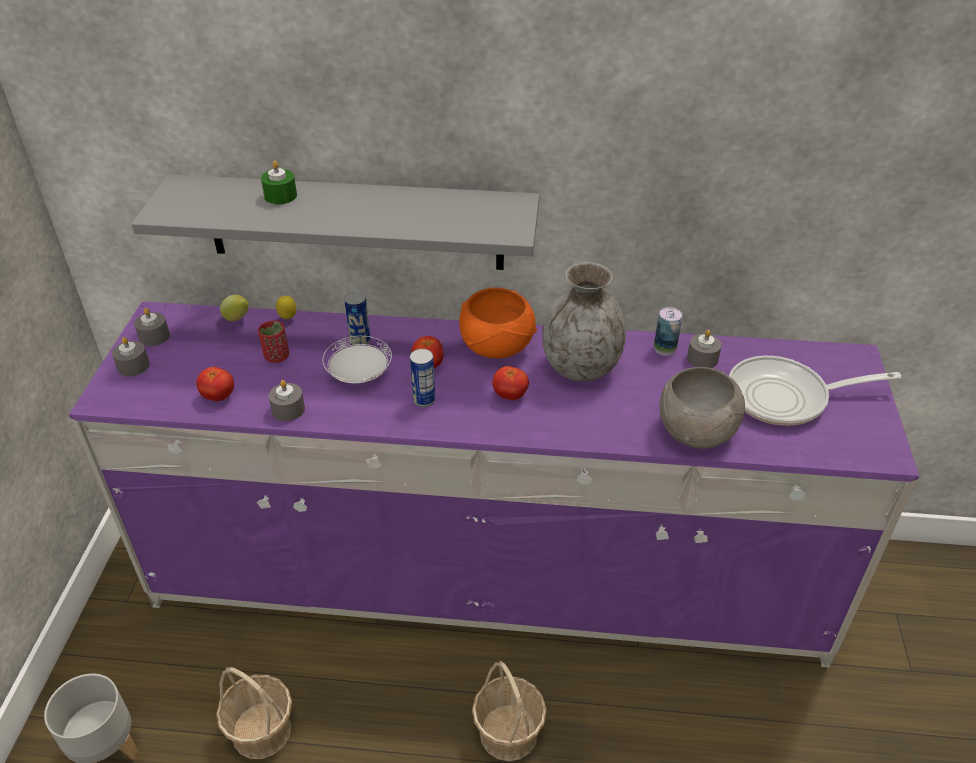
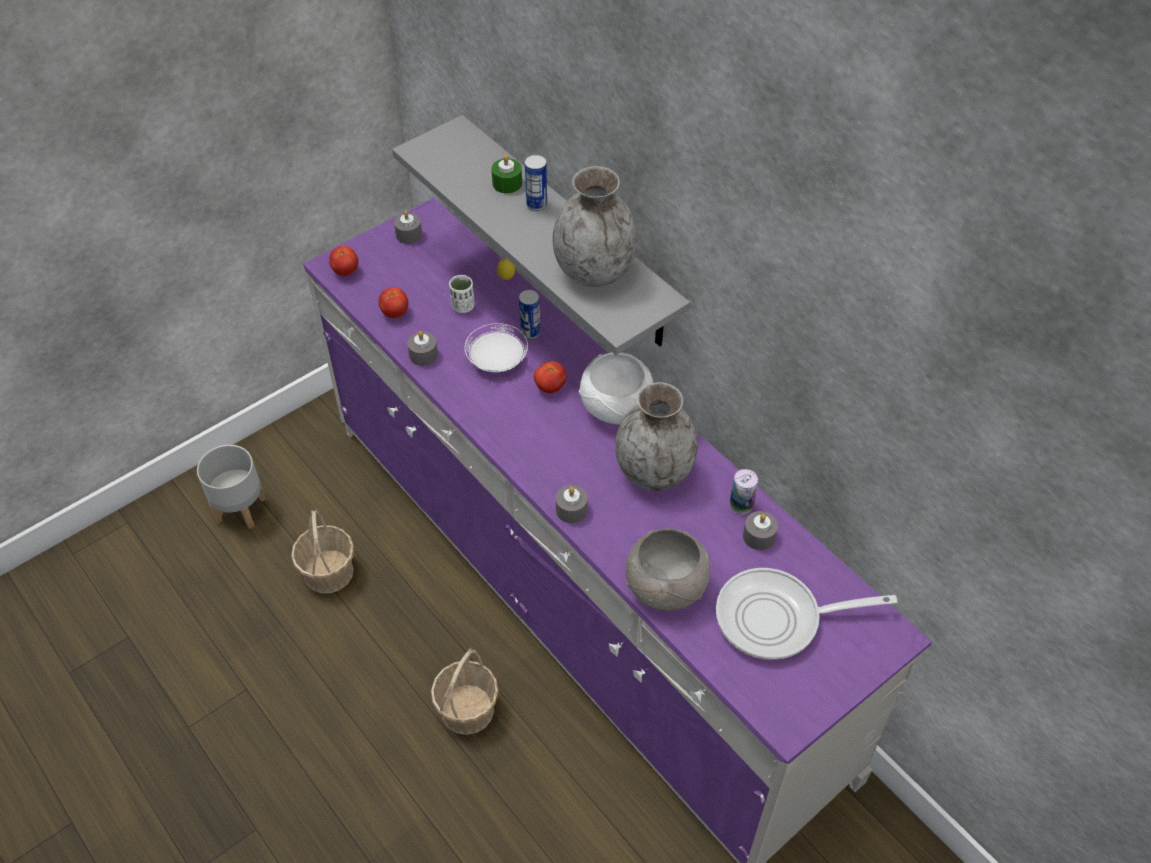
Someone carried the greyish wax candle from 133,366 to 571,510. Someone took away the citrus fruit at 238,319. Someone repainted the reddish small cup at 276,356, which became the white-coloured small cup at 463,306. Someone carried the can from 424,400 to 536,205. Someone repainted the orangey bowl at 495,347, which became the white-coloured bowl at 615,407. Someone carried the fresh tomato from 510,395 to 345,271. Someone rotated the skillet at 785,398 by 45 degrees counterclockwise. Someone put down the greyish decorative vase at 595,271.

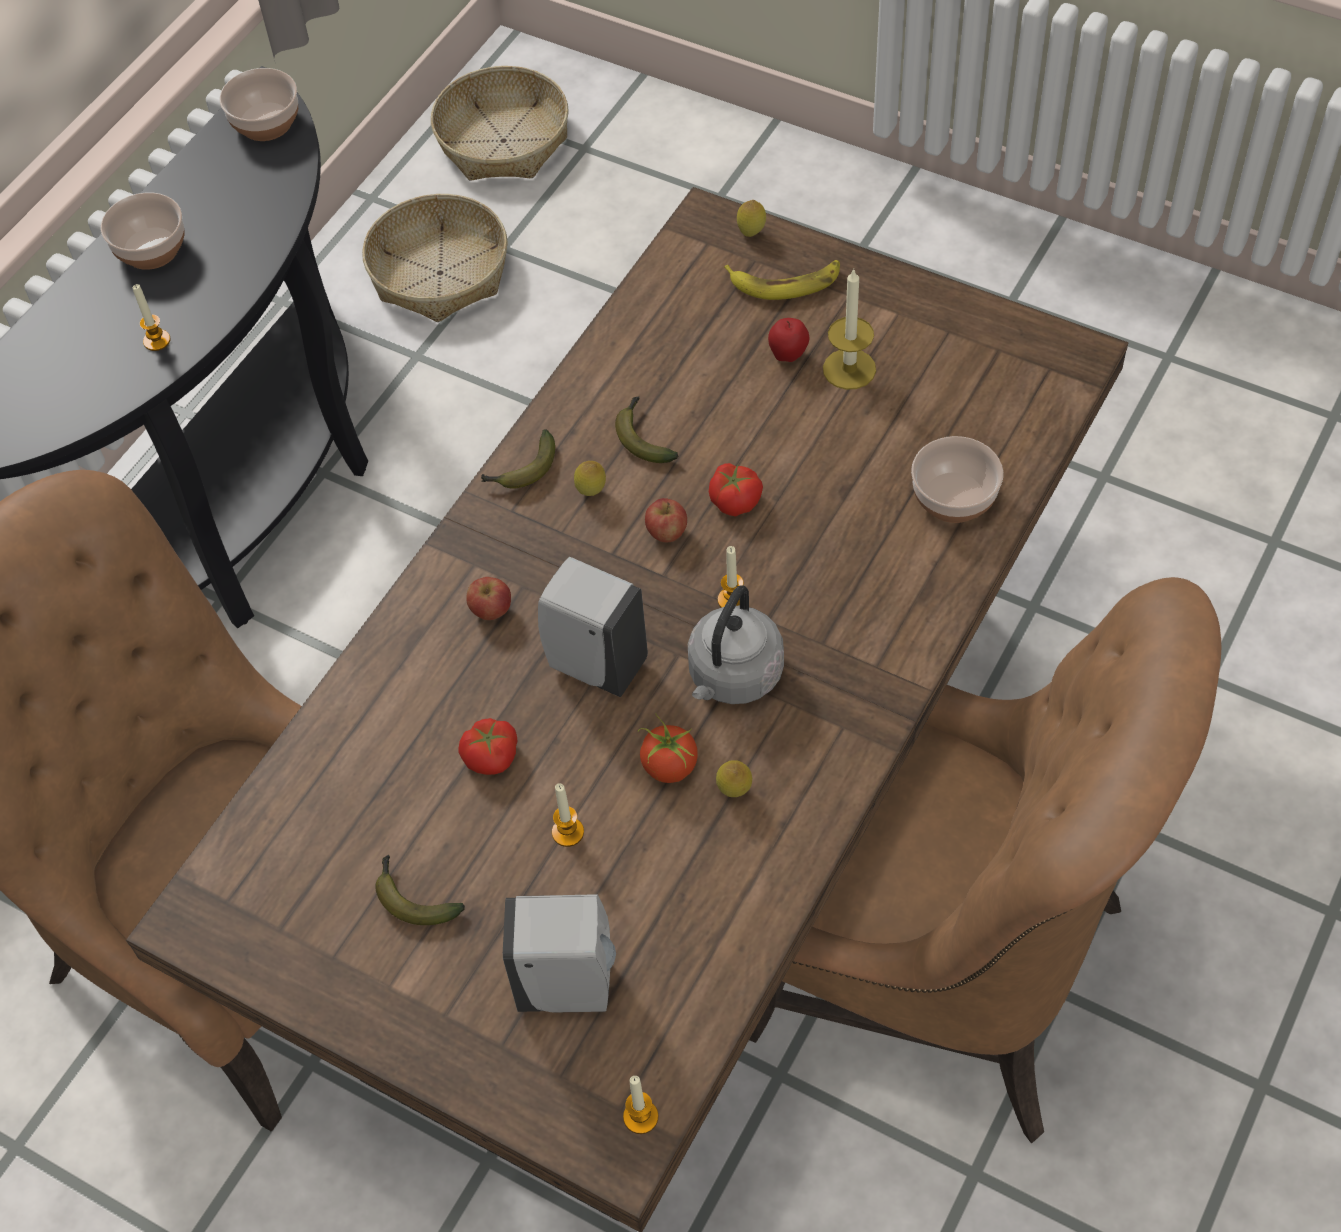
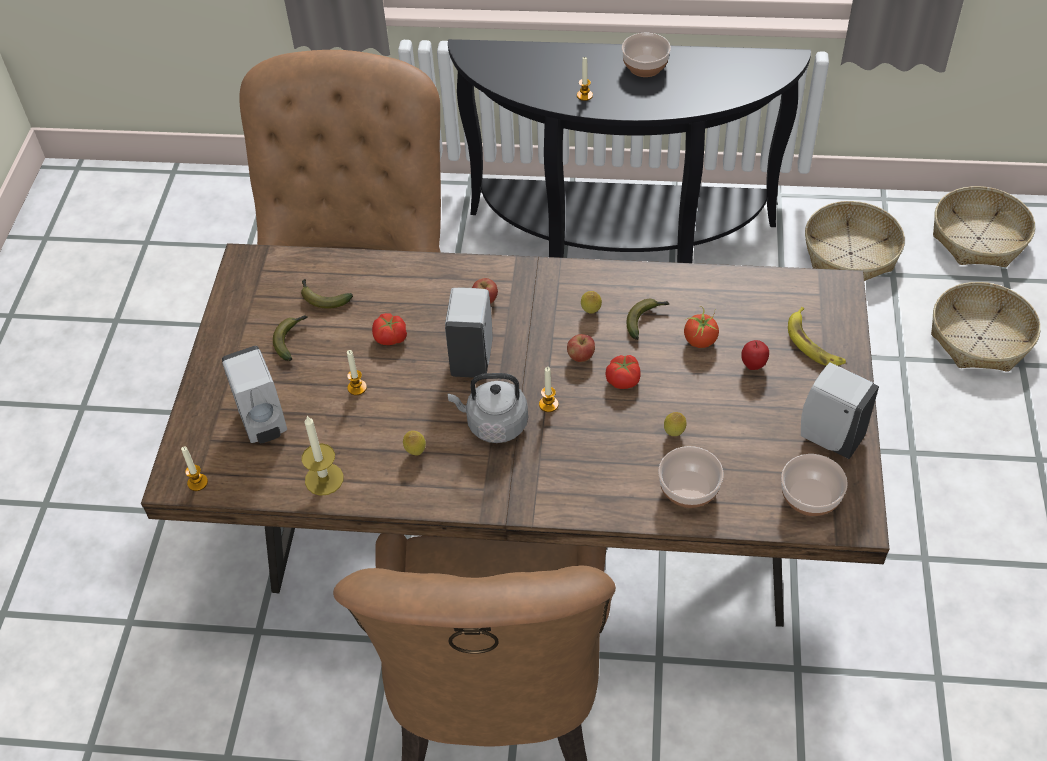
Someone carried the bowl from 265,123 to 809,498. Someone carried the banana from 522,471 to 322,298. Someone carried the fresh tomato from 669,766 to 700,340. Someone carried the citrus fruit from 751,233 to 674,434. Someone carried the wax candle from 849,369 to 324,479. Someone put down the white-coloured soap bottle at 828,437. Someone put down the storage basket at 980,338.

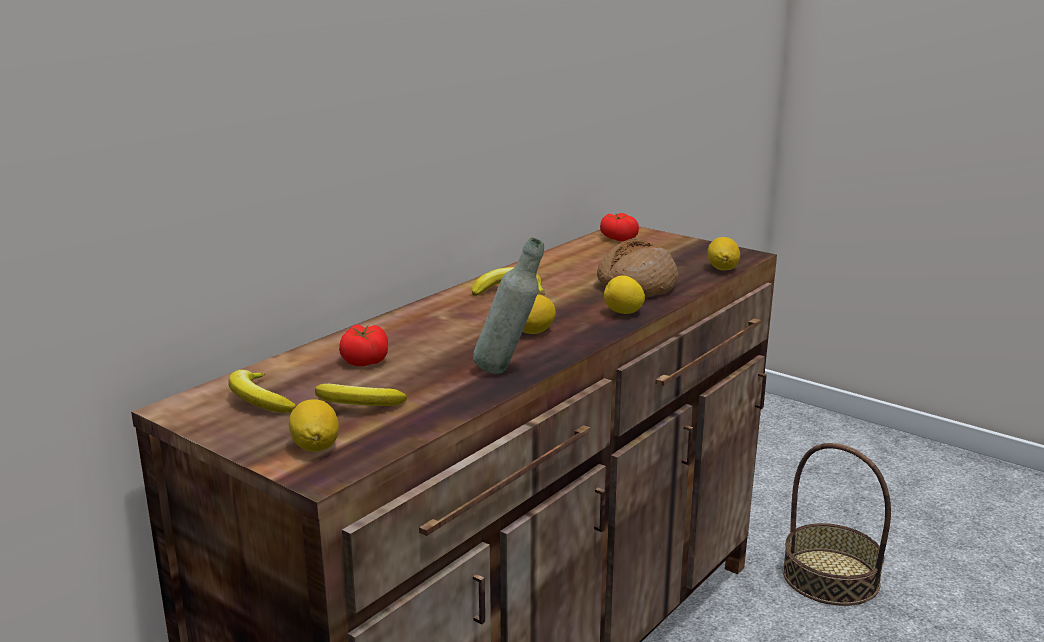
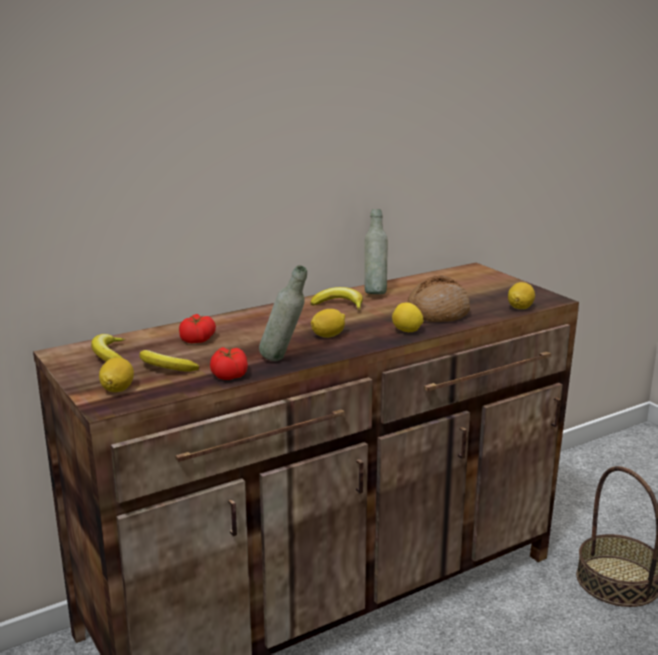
Someone carried the fresh tomato from 618,238 to 229,374. Someone put down the greyish bottle at 375,292.

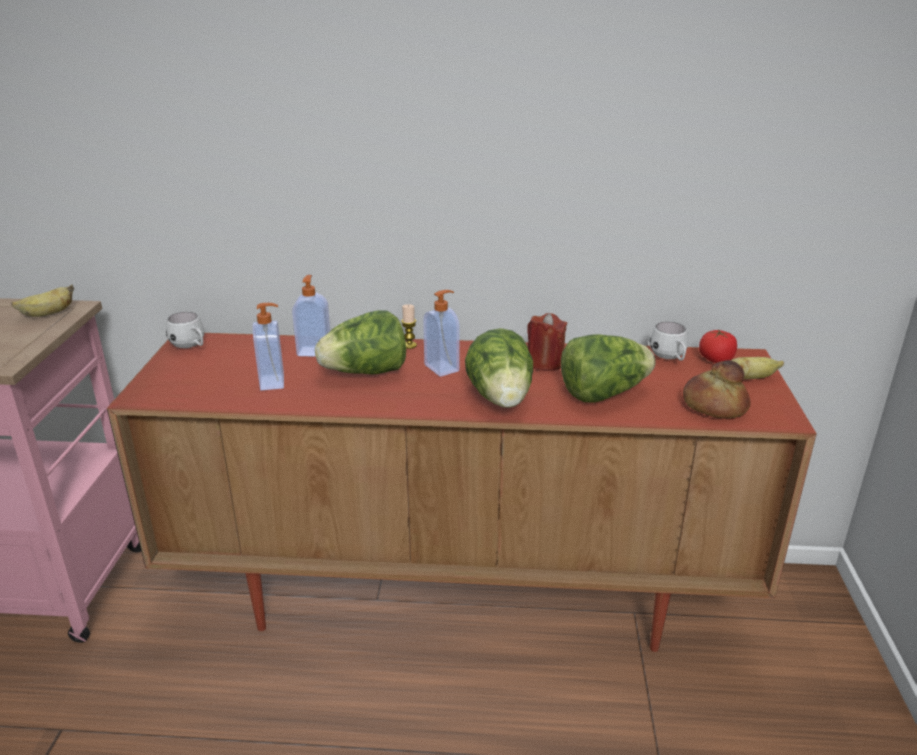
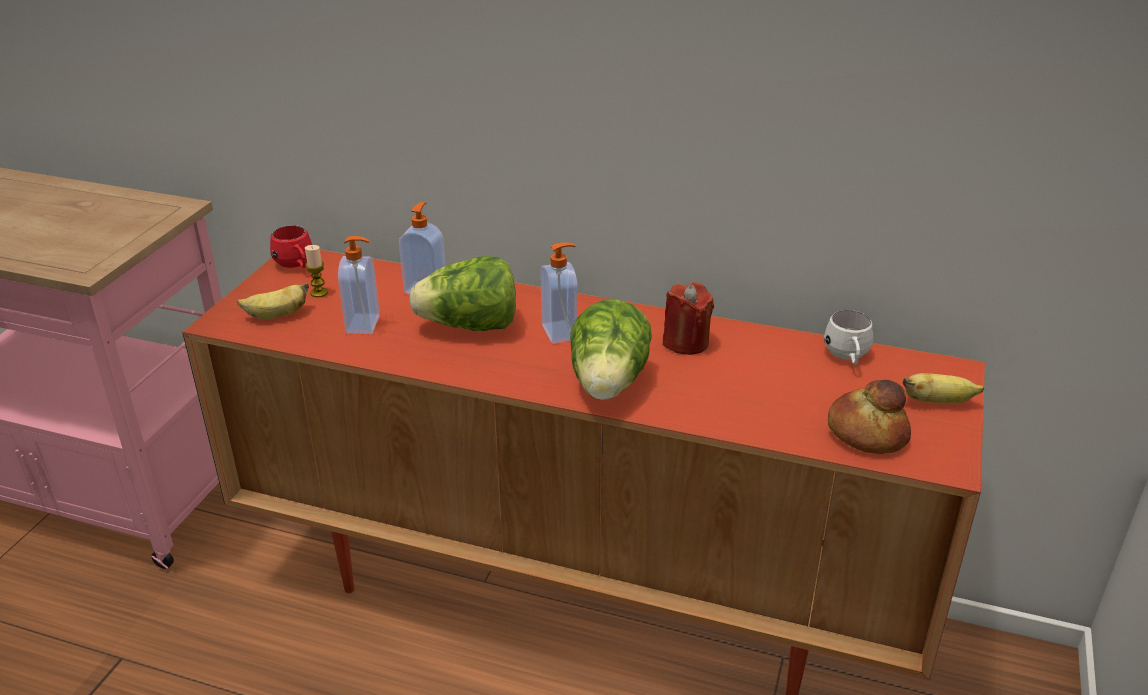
Someone carried the banana from 47,314 to 276,316. Someone repainted the white-coloured mug at 191,347, which became the reddish mug at 296,266. Someone carried the wax candle from 409,345 to 319,293. Someone took away the lettuce head at 603,394. Someone took away the fresh tomato at 716,360.

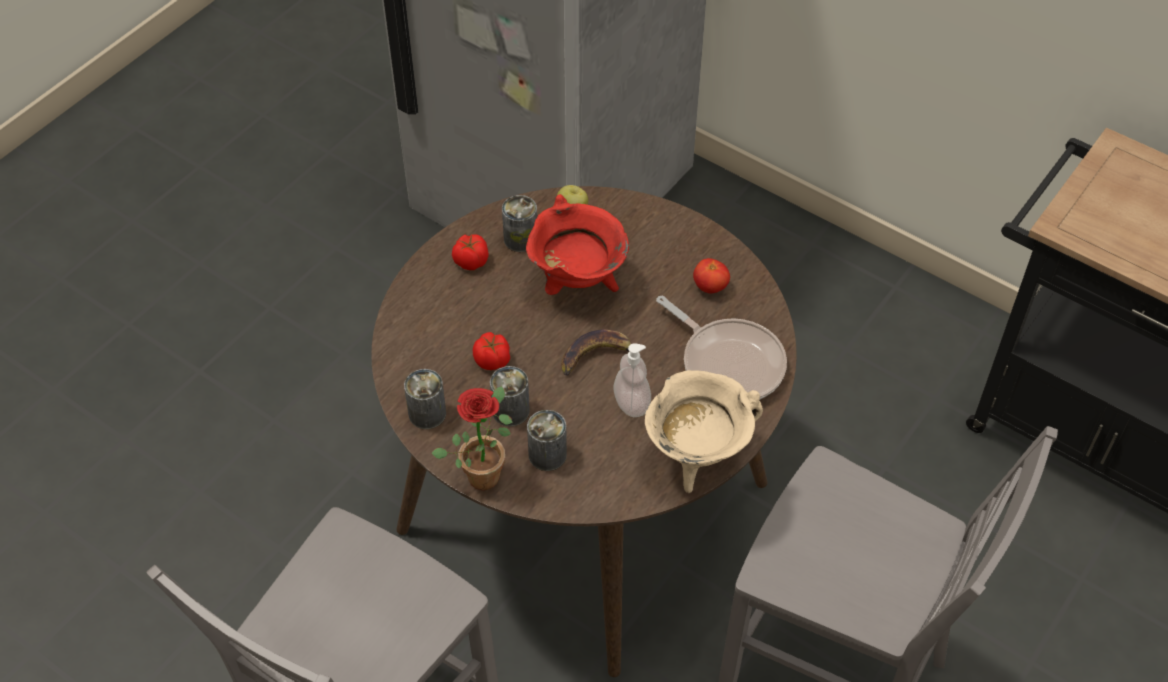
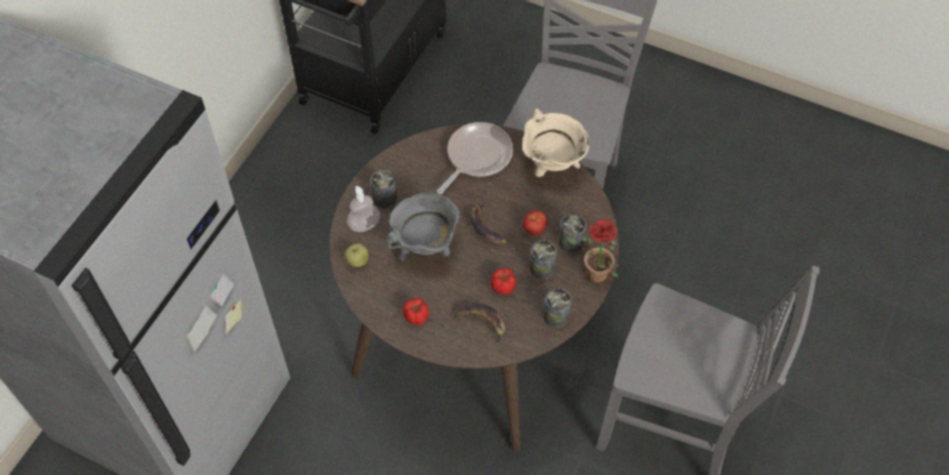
Someone carried the can from 520,239 to 385,198. Someone repainted the reddish saucepot at 577,283, which became the greyish saucepot at 425,247. Someone carried the soap bottle from 631,403 to 364,225. Someone carried the fresh tomato from 710,287 to 534,229. Someone put down the banana at 483,323.

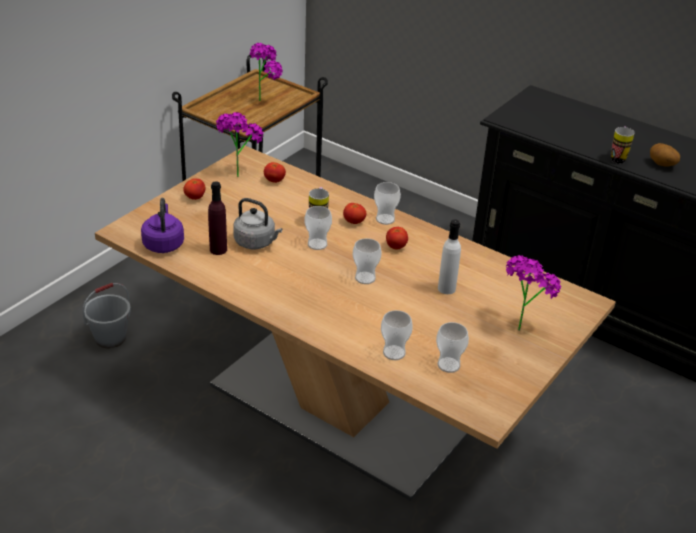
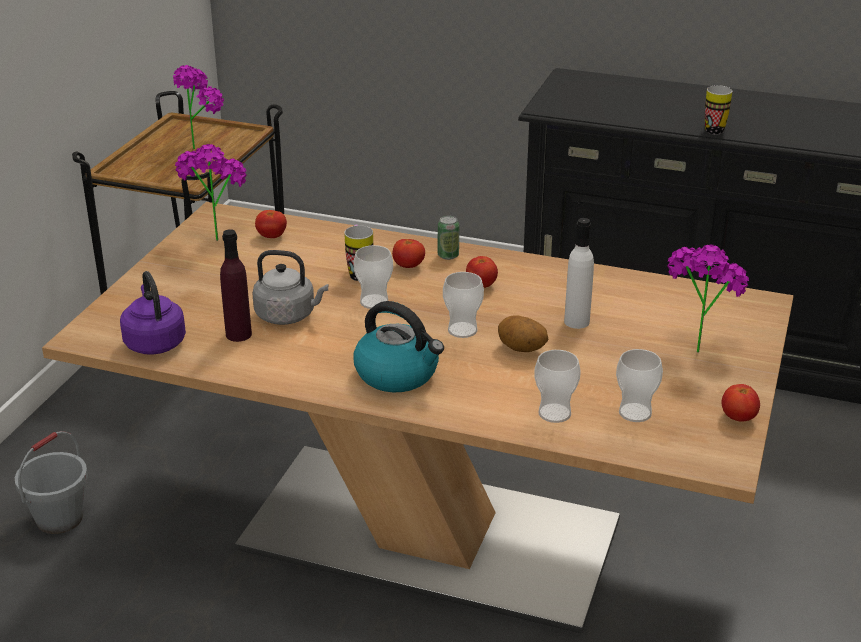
Someone carried the fresh tomato from 195,198 to 738,418. Someone swapped the small cup at 385,219 for the can at 448,255. Someone carried the spud from 661,165 to 521,350. Someone put down the tea kettle at 398,374.

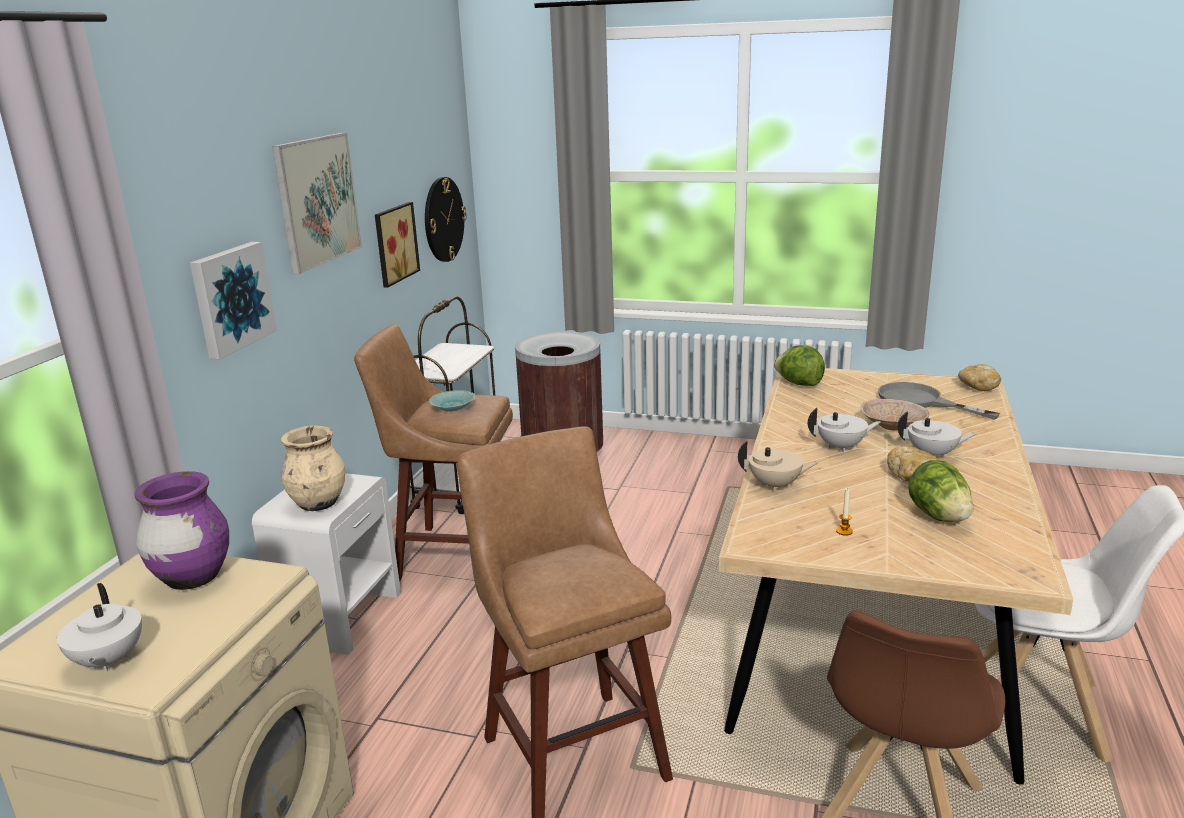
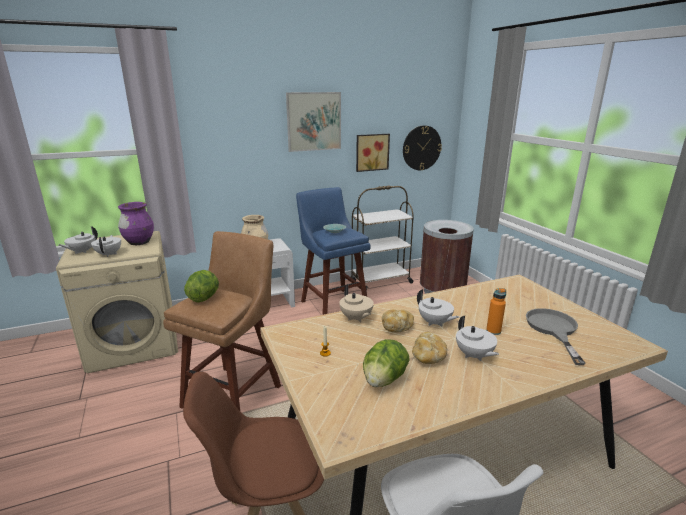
Someone took away the wall picture at 230,298. Someone repainted the brownish stool seat at 453,555, which became the blue-coloured stool seat at 333,304. Someone carried the lettuce head from 799,384 to 204,298. Someone swapped the sand-coloured bowl at 893,427 for the orangey bottle at 493,331. Someone carried the bakery bread from 978,387 to 397,327. Someone put down the white-coloured teapot at 109,254.

